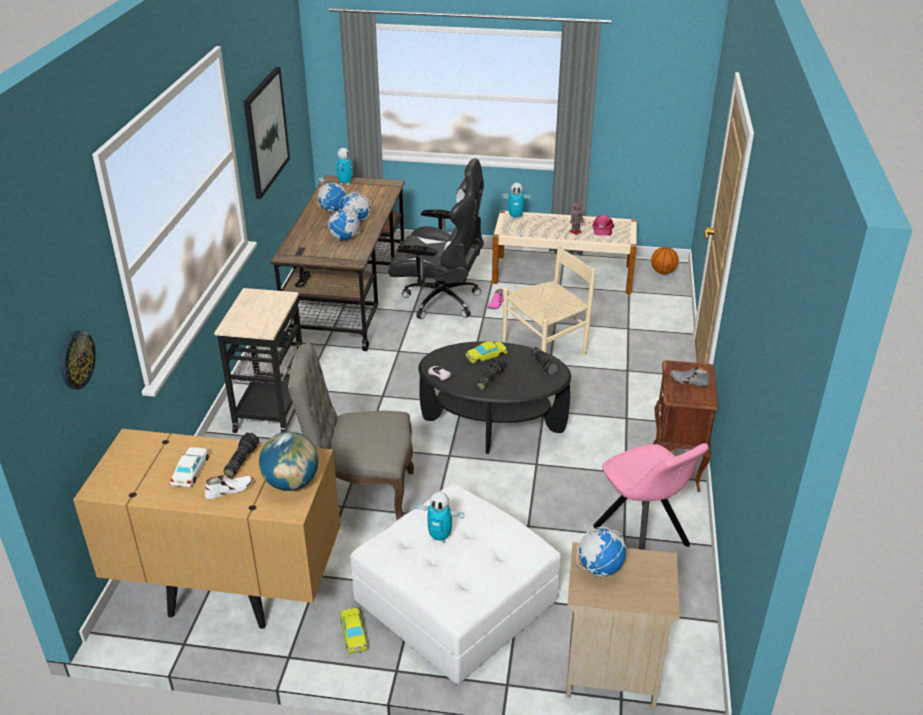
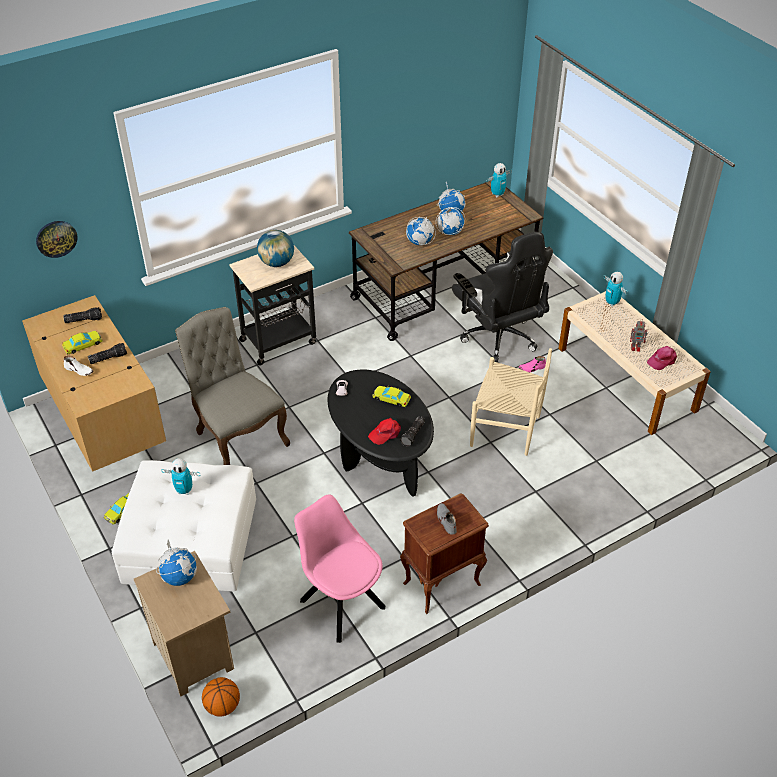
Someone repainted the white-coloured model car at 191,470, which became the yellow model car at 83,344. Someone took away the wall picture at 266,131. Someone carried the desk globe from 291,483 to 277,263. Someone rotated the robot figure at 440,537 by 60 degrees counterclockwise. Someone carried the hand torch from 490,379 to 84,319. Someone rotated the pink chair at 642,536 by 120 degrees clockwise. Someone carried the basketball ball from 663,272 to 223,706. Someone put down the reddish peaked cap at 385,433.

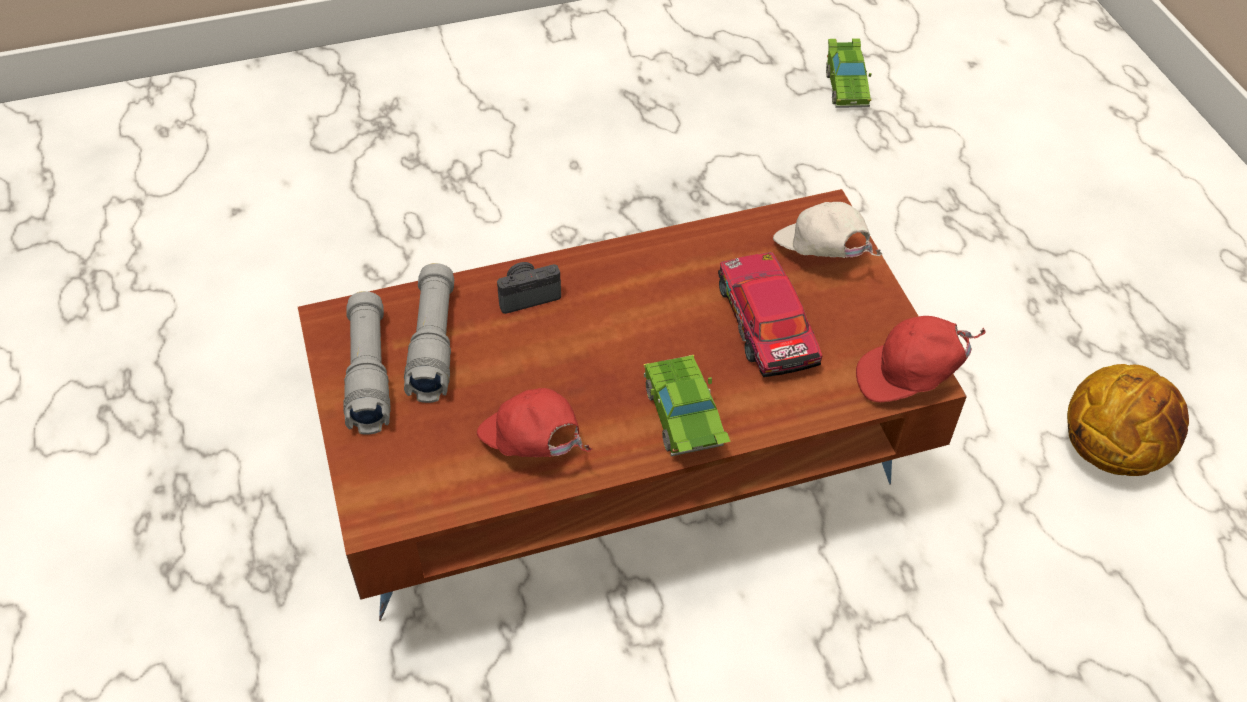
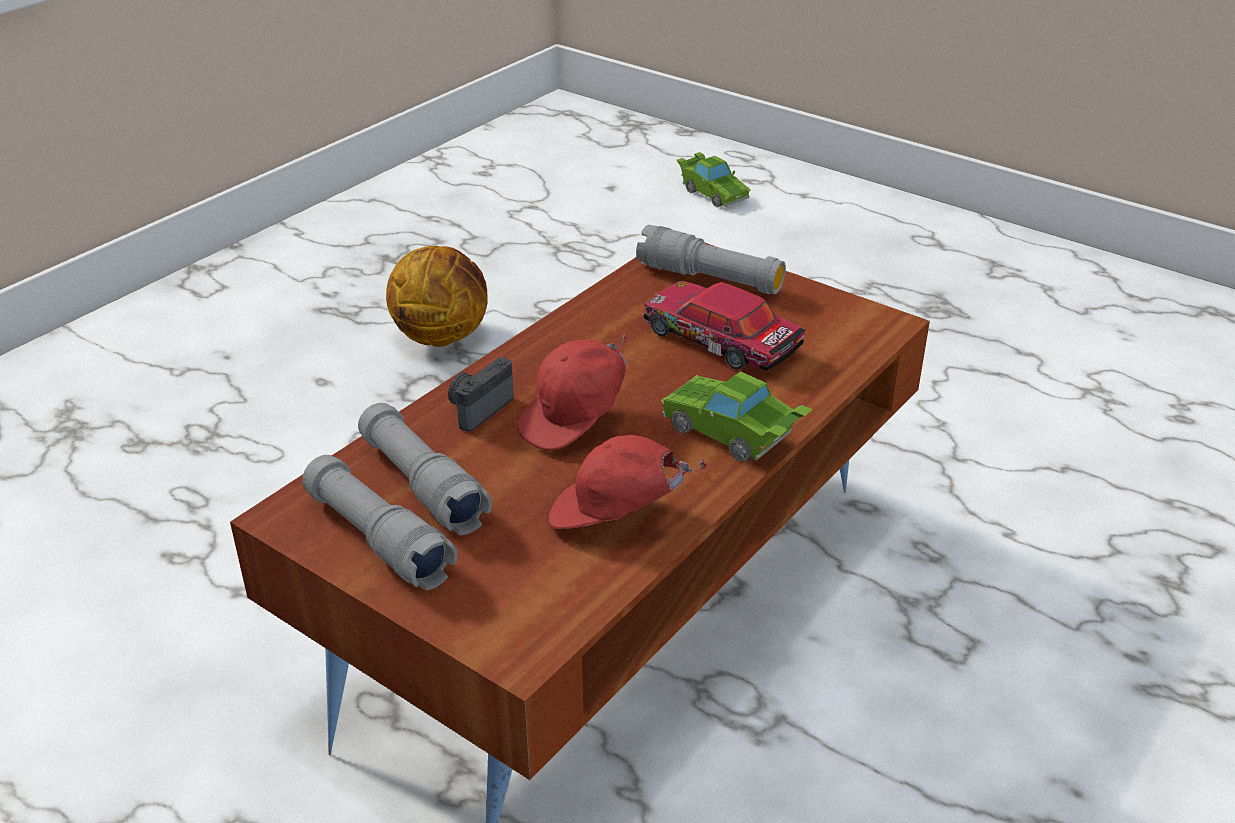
Someone swapped the white-coloured peaked cap at 820,255 for the greyish hand torch at 709,279. Someone carried the greenish model car from 845,86 to 711,193. Someone carried the reddish peaked cap from 909,379 to 576,420. Someone carried the basketball ball from 1112,451 to 442,336.

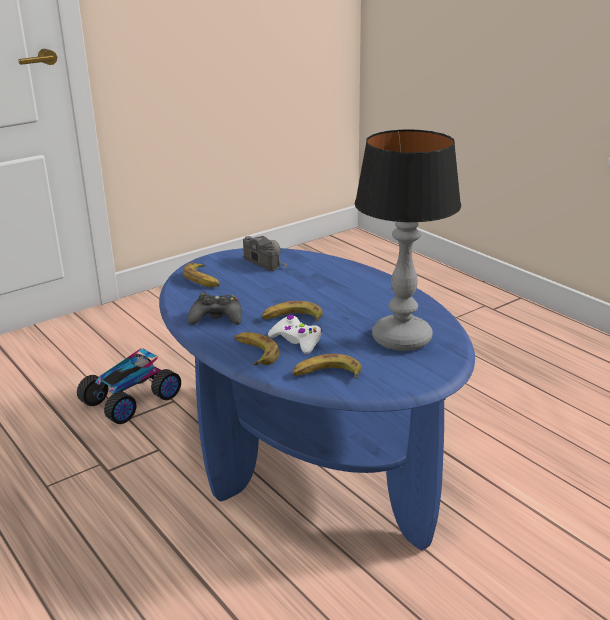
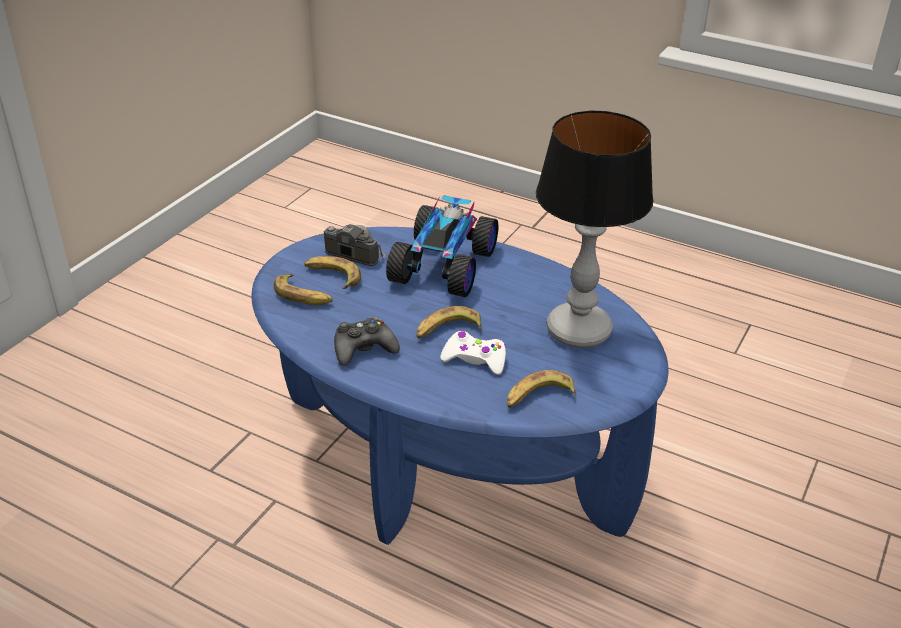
Someone carried the model car from 130,399 to 442,265. Someone carried the banana from 254,353 to 332,276.

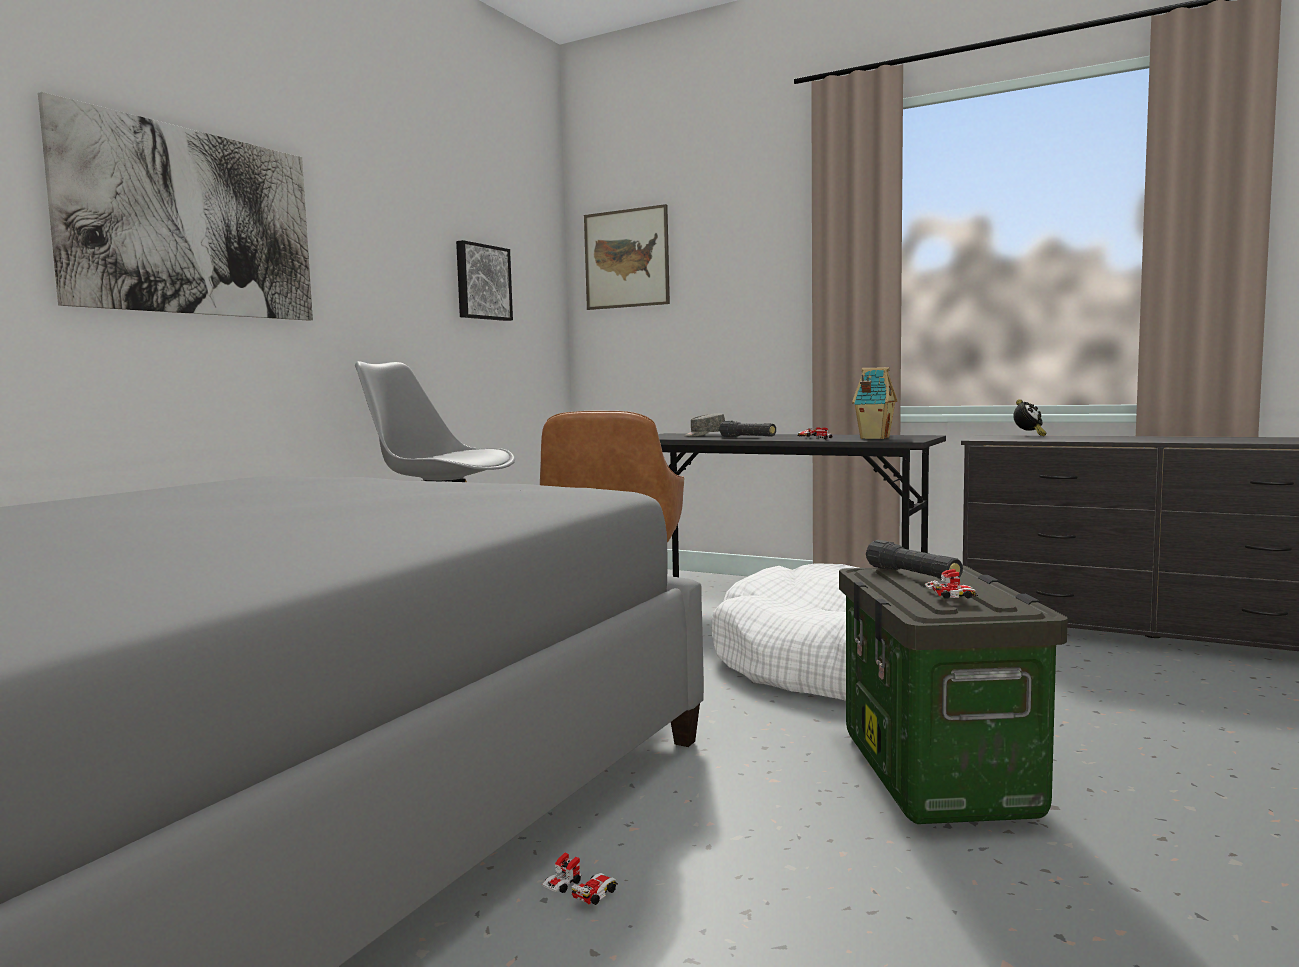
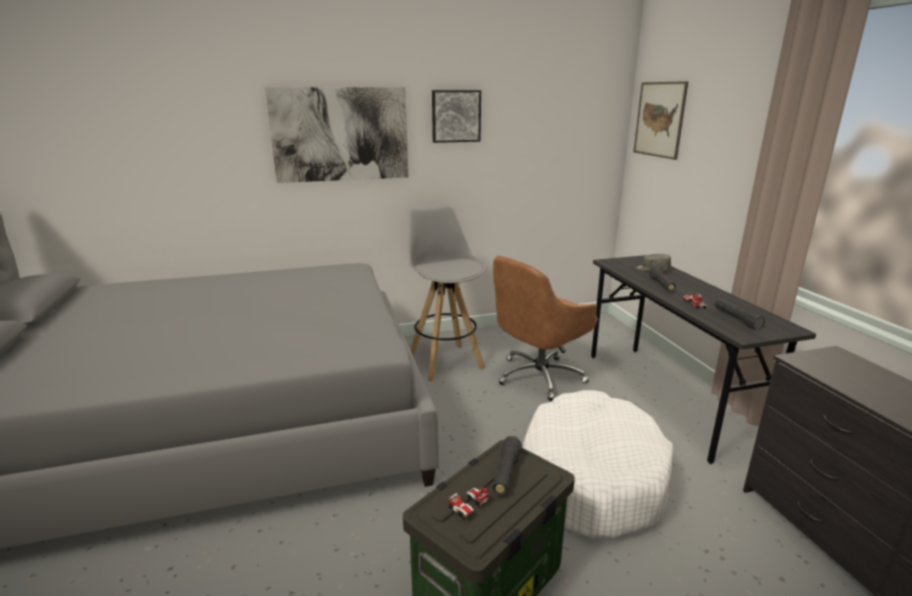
Someone carried the wall picture from 482,282 to 455,116. Someone took away the model car at 580,891. Someone swapped the toy house at 873,438 for the black-coloured hand torch at 736,319. Someone took away the table clock at 1028,435.

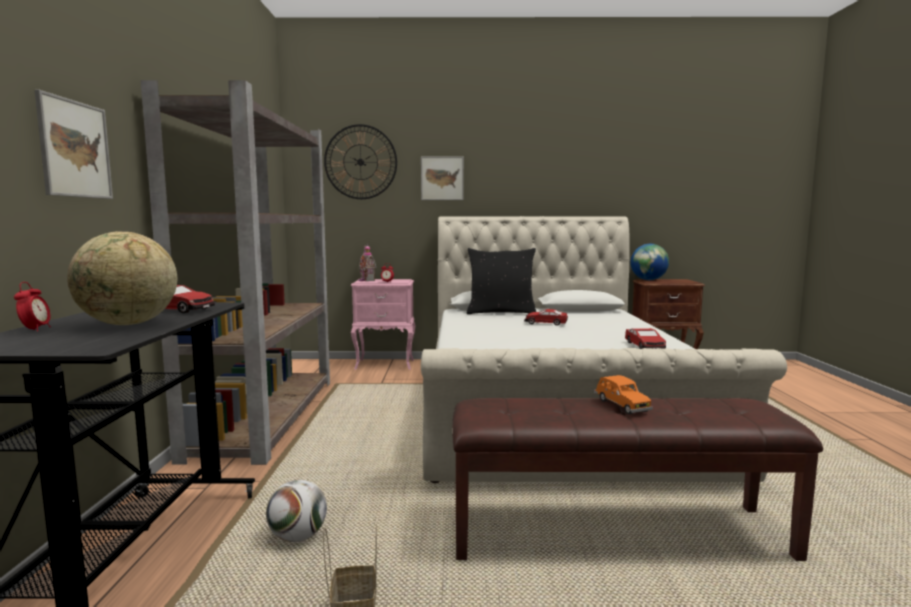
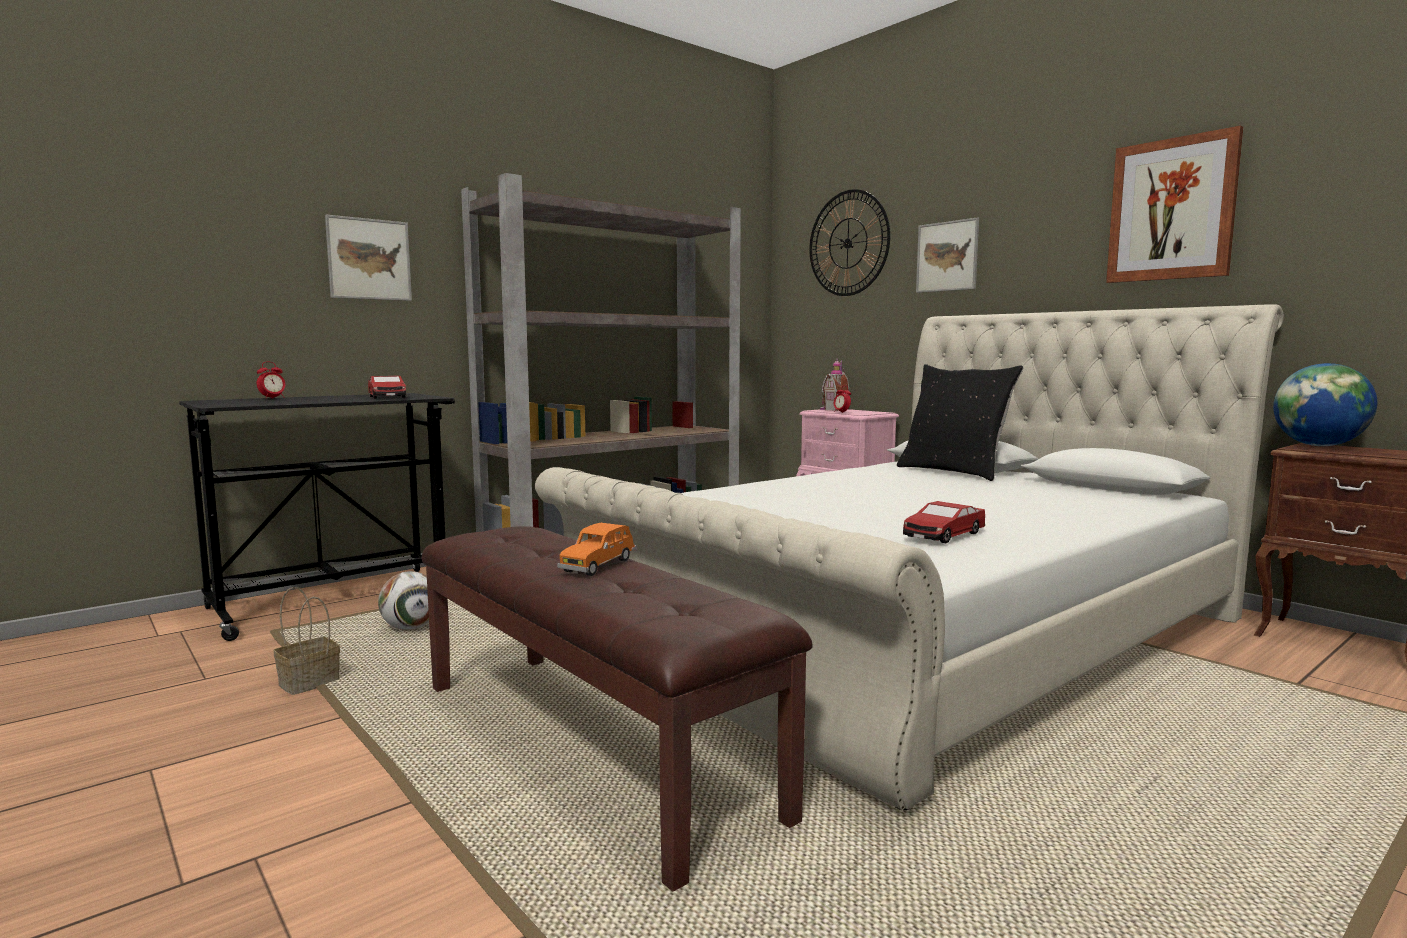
Someone took away the desk globe at 128,324. Someone took away the model car at 545,323. Someone put up the wall picture at 1172,210.

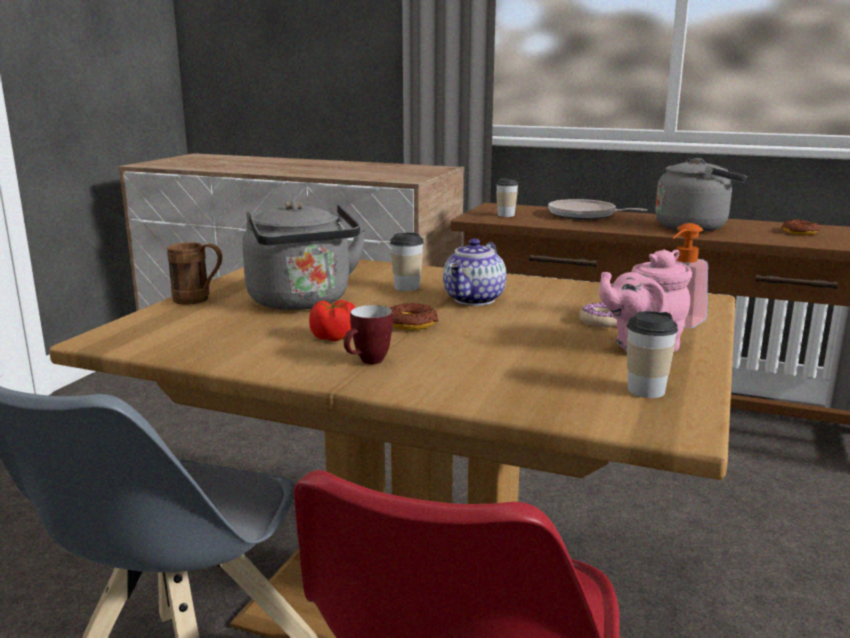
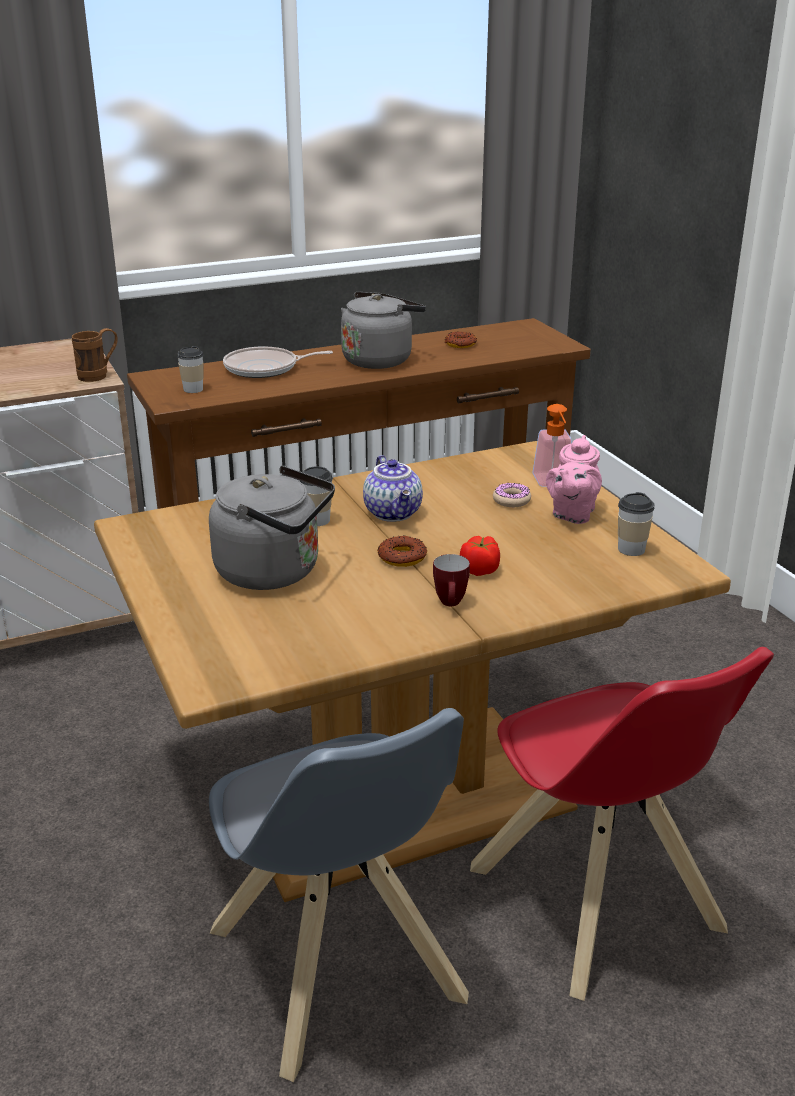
Someone carried the brownish mug from 199,300 to 99,376. Someone carried the fresh tomato from 334,337 to 479,570.

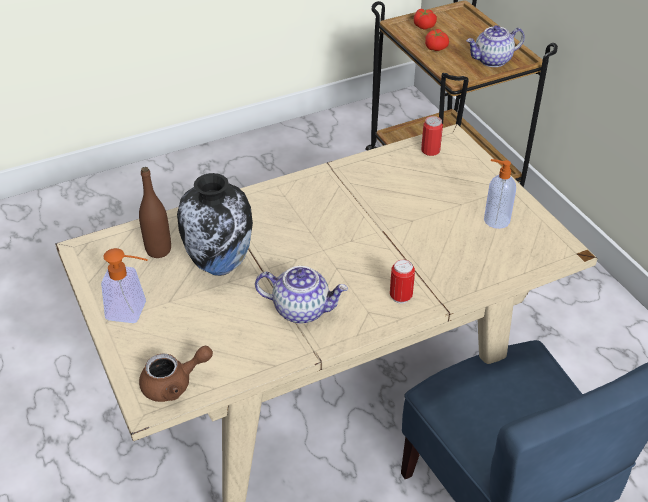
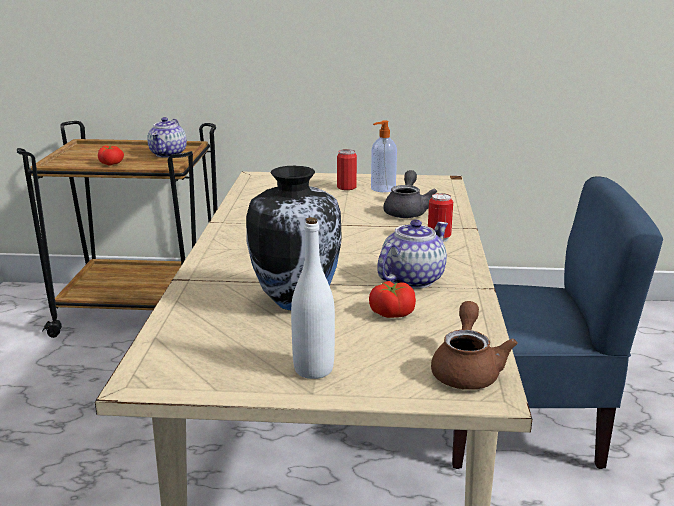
Someone swapped the soap bottle at 133,312 for the white-coloured bottle at 313,369. Someone took away the brownish bottle at 158,250. Someone carried the fresh tomato from 424,26 to 391,312. Someone carried the can from 430,150 to 346,187. Someone put down the greyish teapot at 407,211.

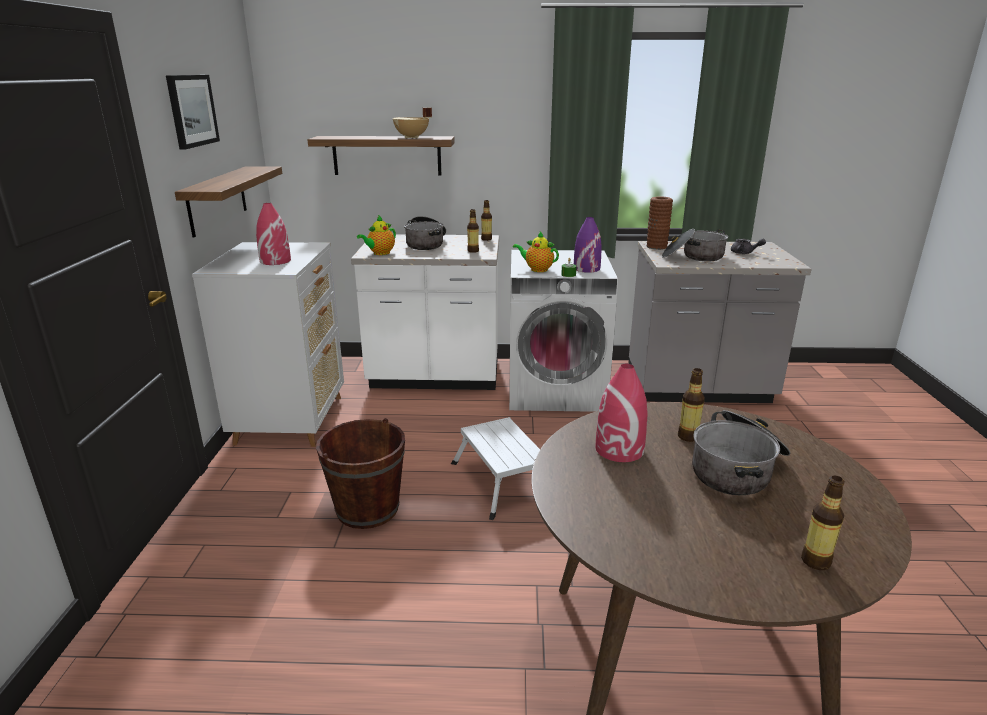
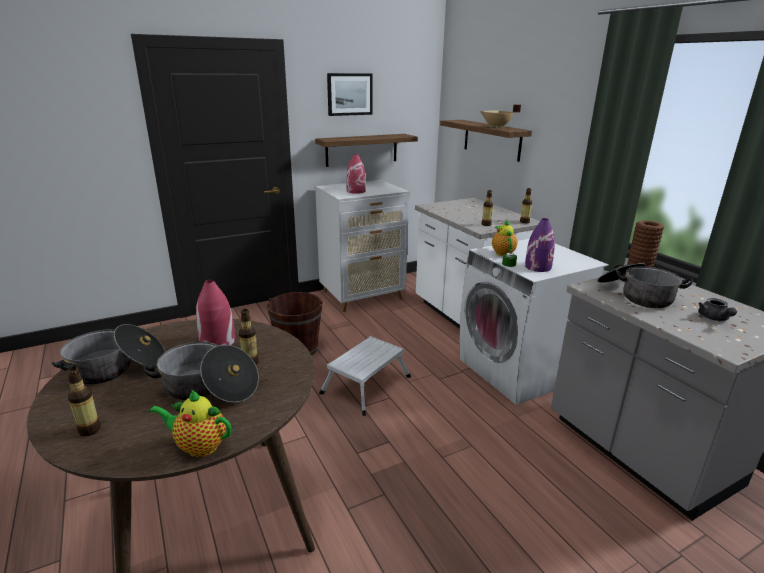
Someone carried the teapot from 380,253 to 199,446. Someone carried the saucepot from 426,244 to 117,368.

